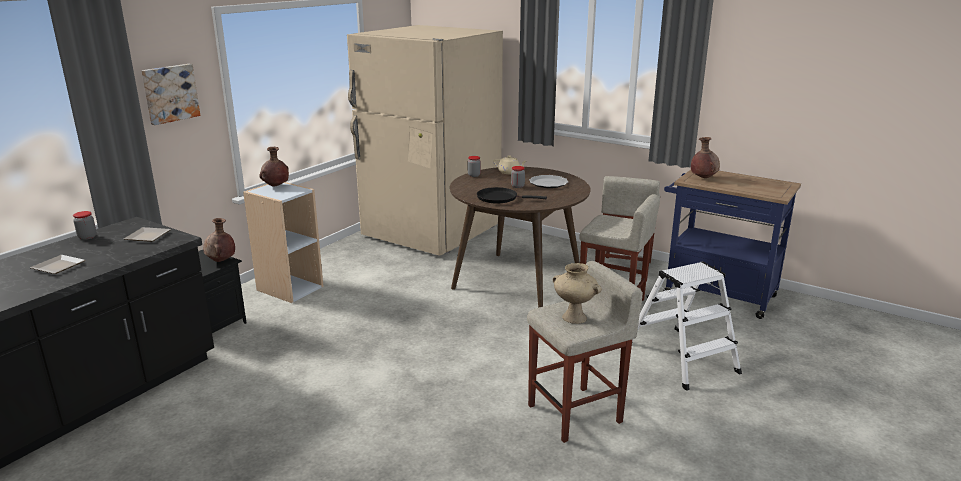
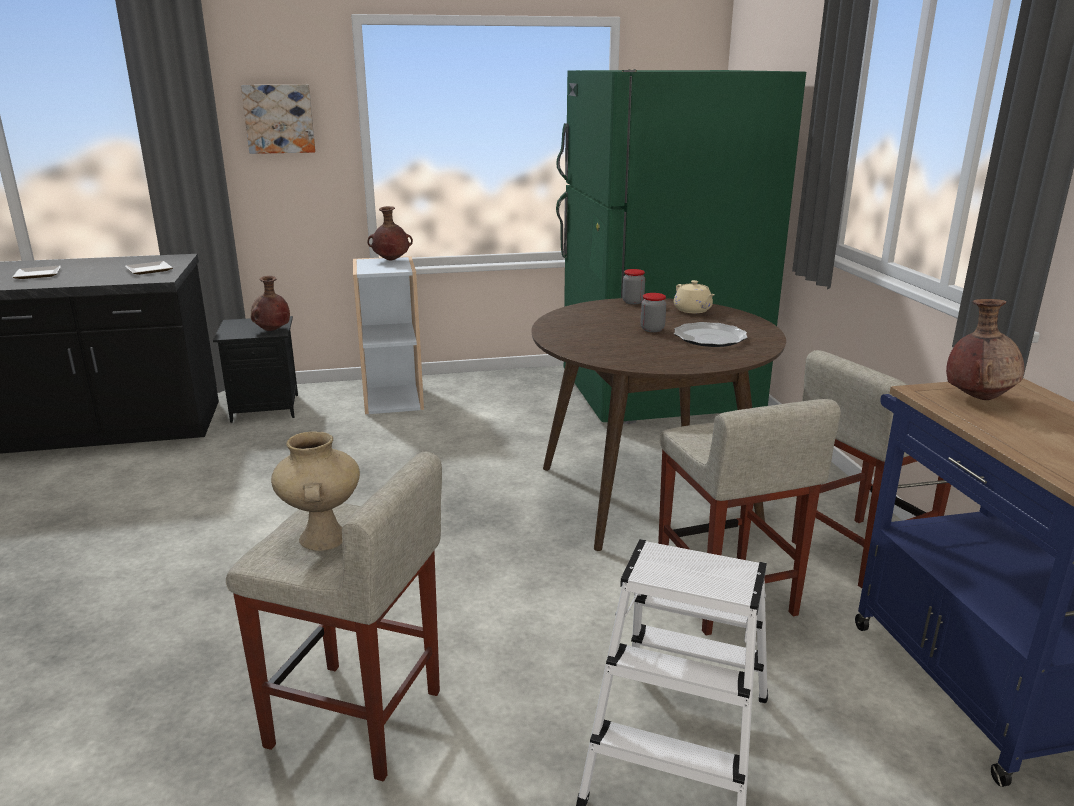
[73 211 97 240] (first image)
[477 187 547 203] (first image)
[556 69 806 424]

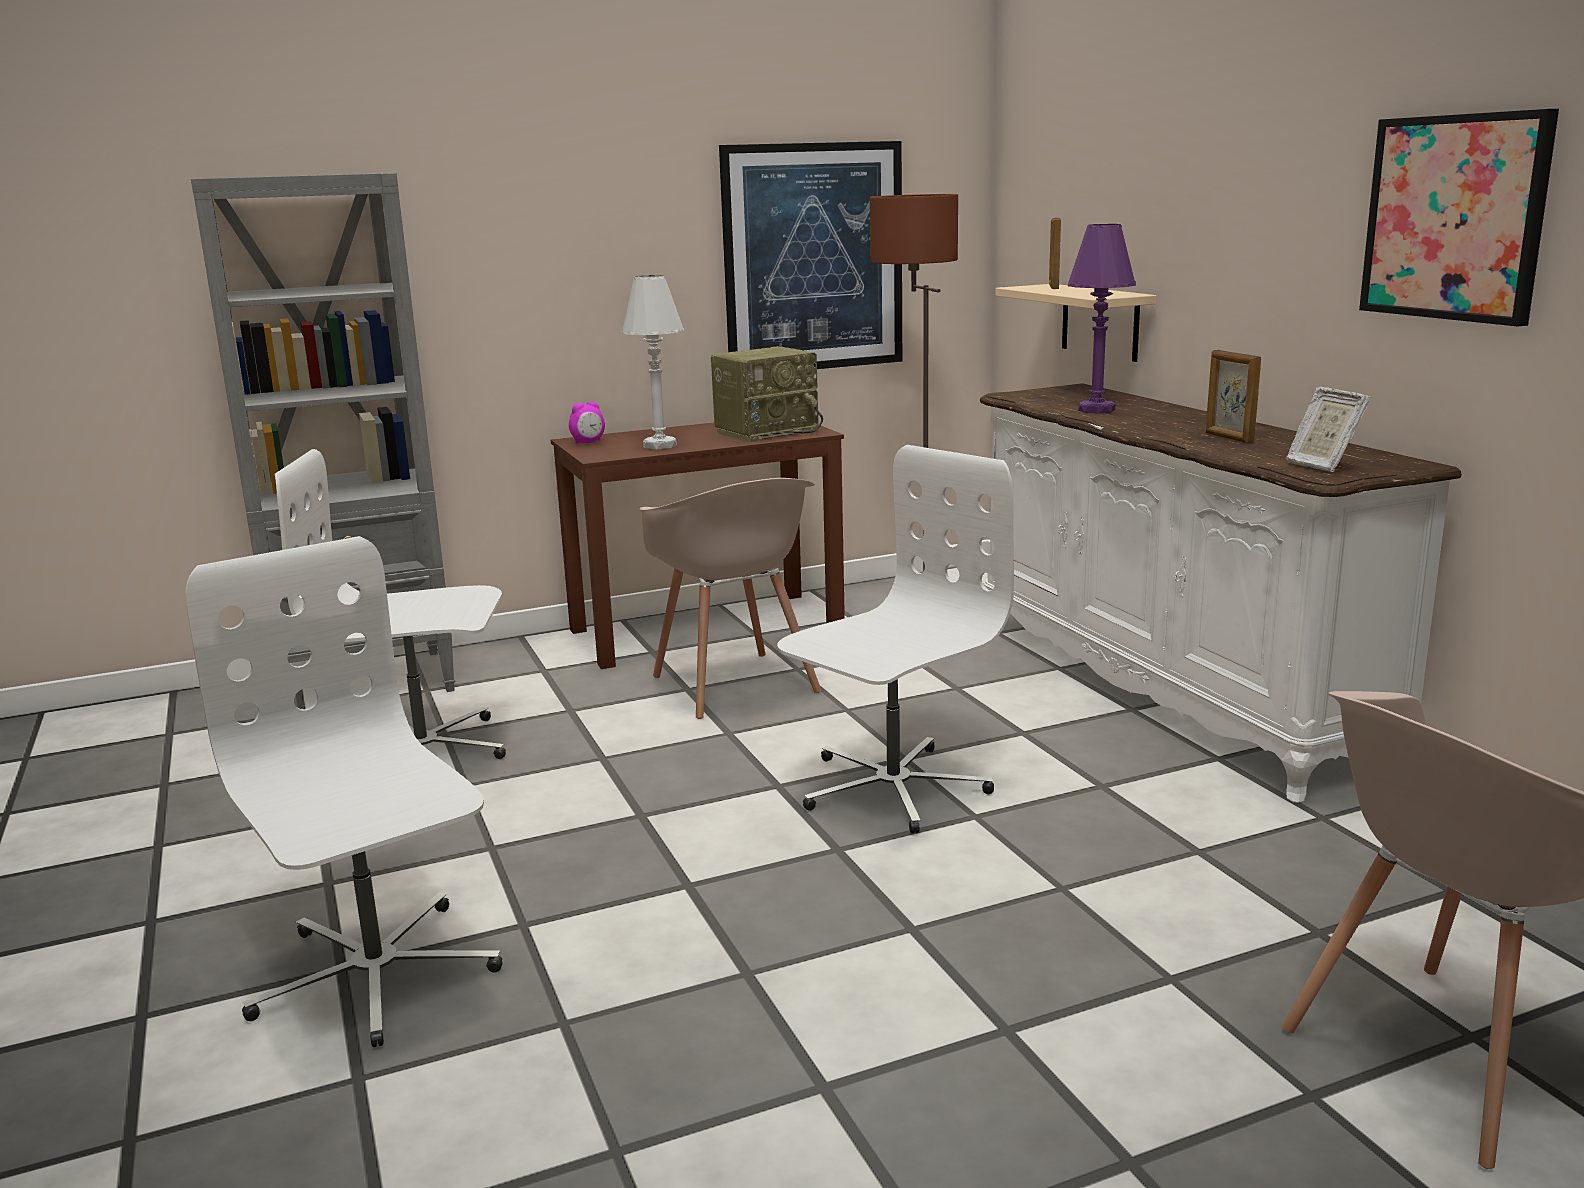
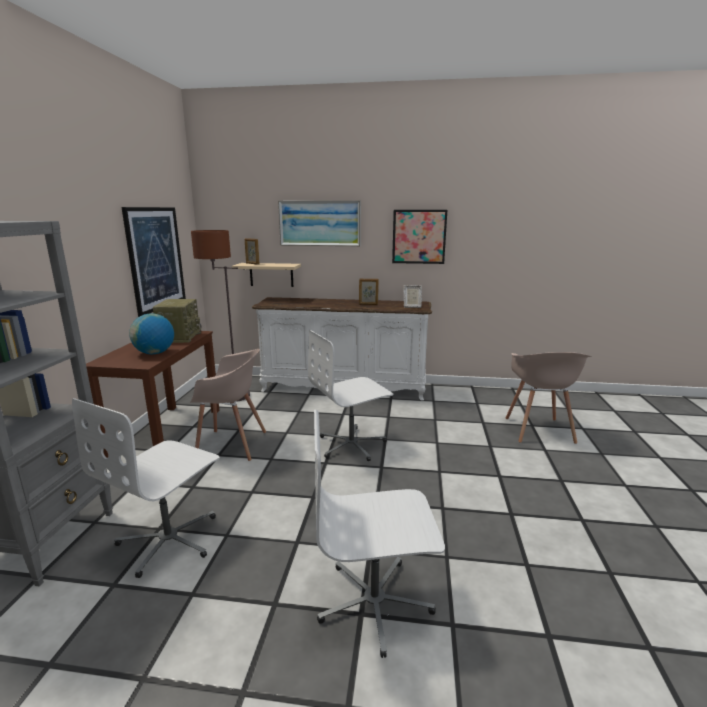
[569 402 605 444] (first image)
[1068 224 1136 414] (first image)
[278 200 361 246]
[129 313 174 354]
[308 330 393 461]

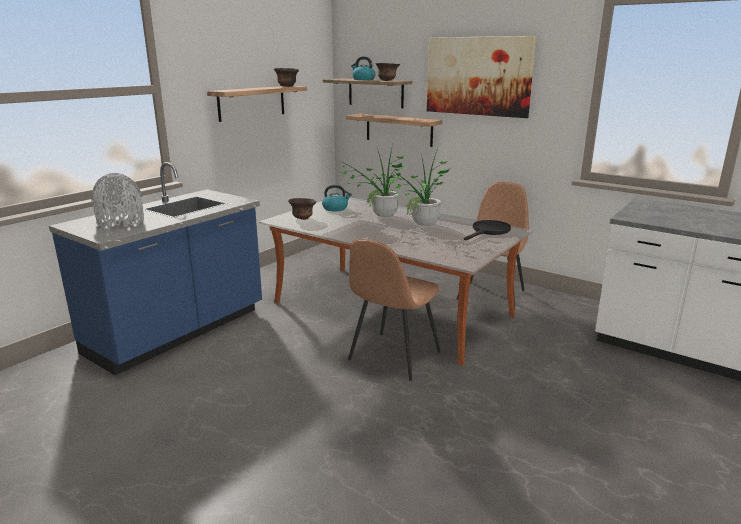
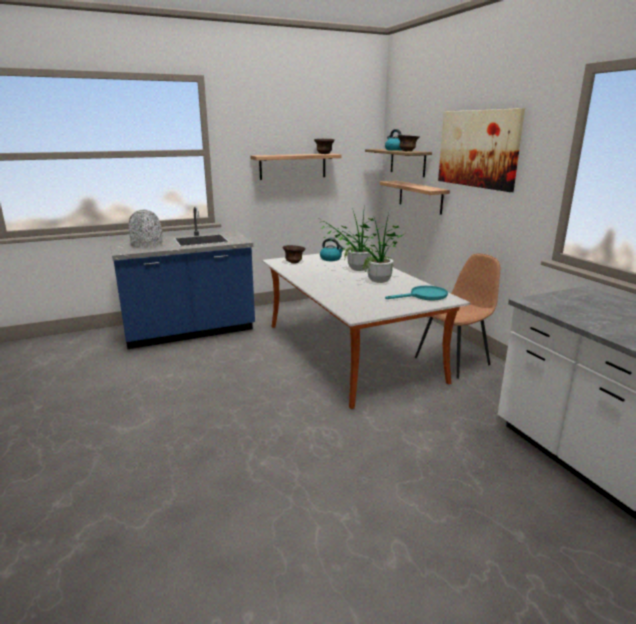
[348 239 441 381] (first image)
[385 286 448 301]

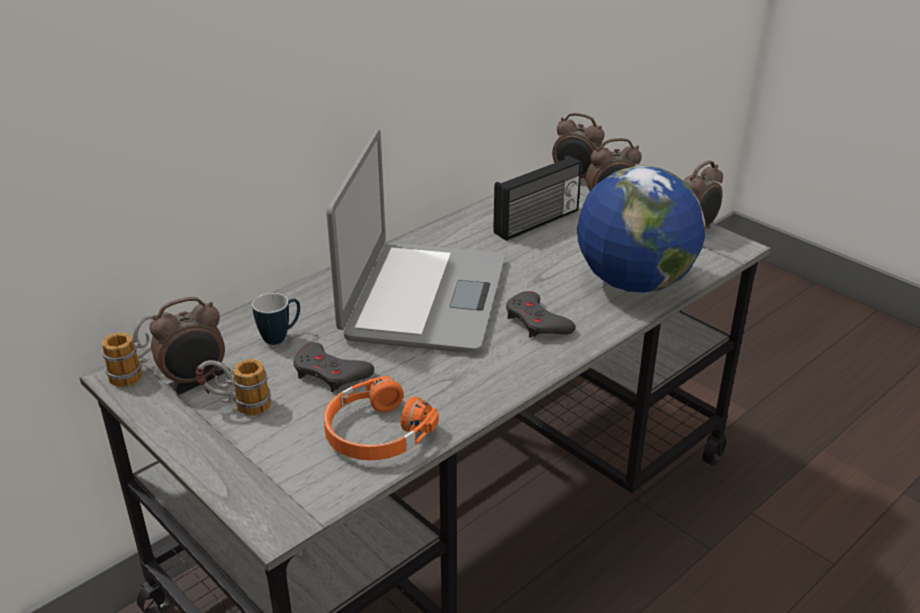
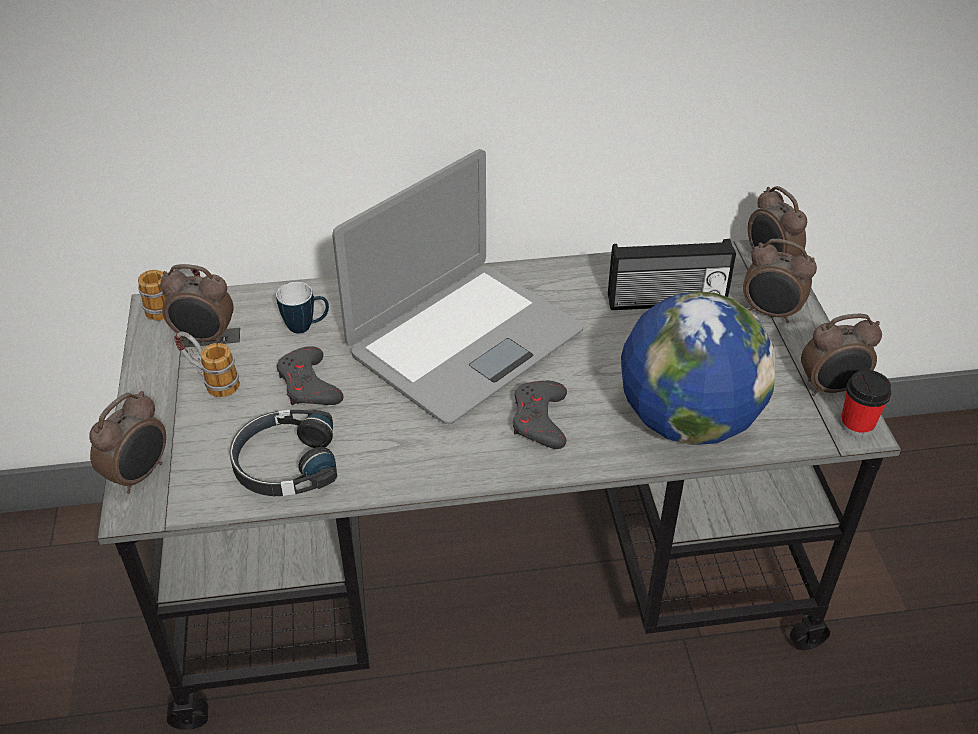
[89 391 166 494]
[841 370 891 437]
[230 409 337 496]

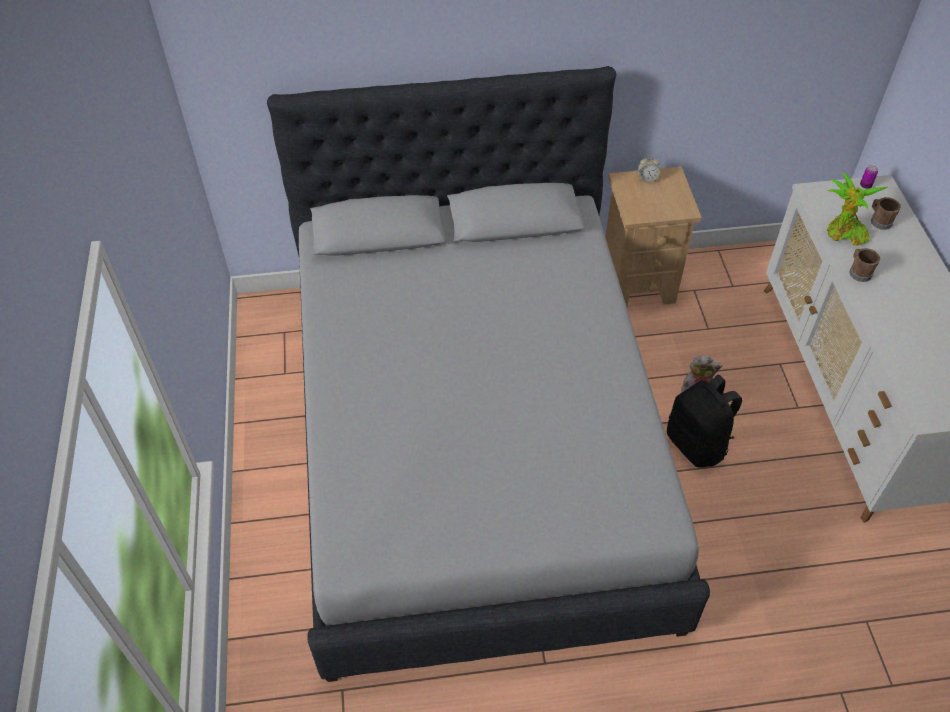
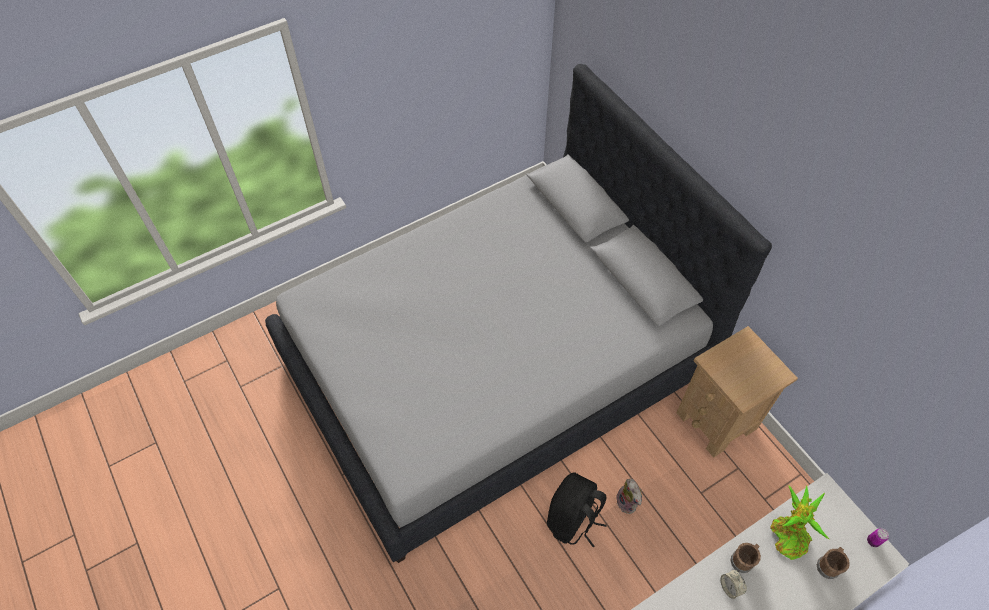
[721 570 747 599]

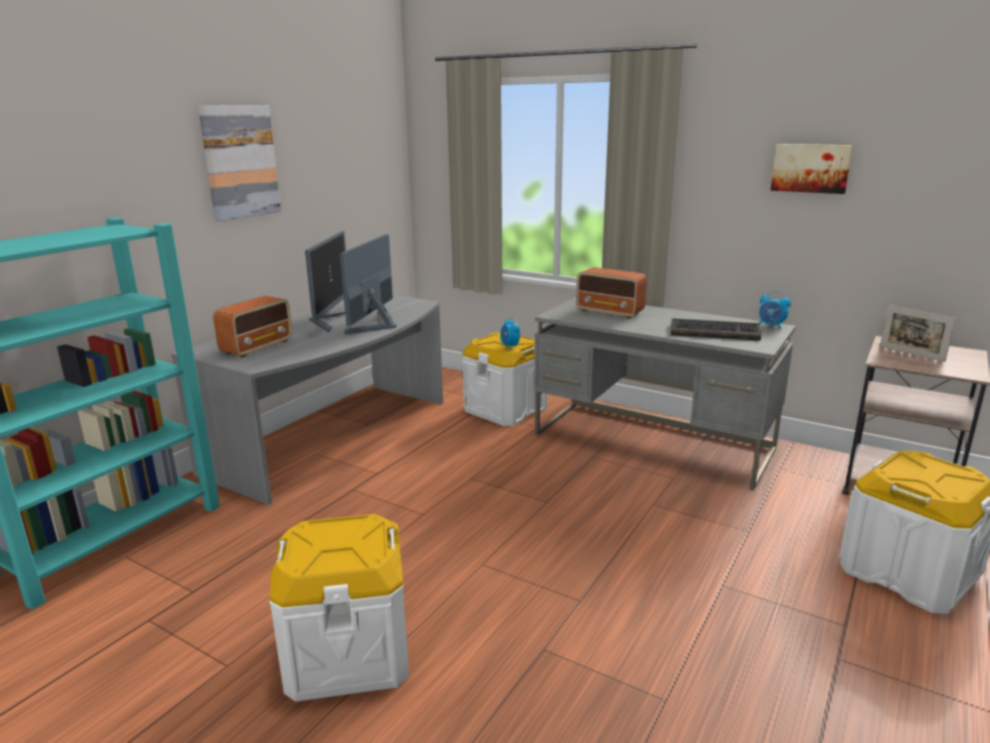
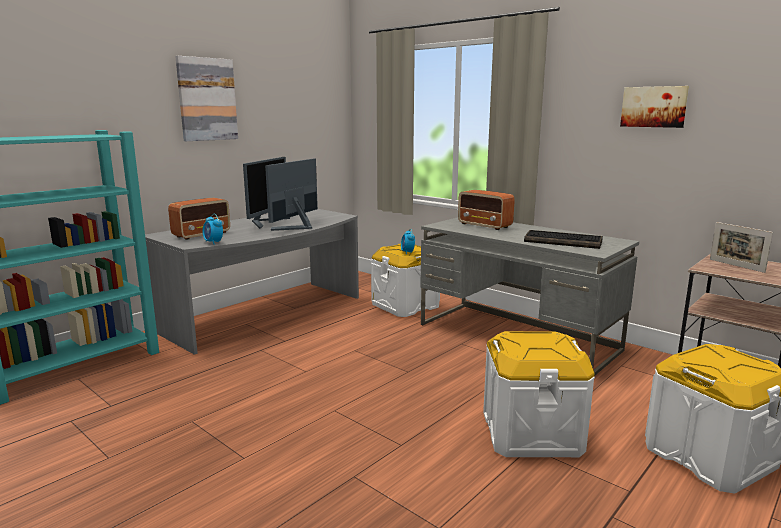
[483 331 595 457]
[203 214 223 245]

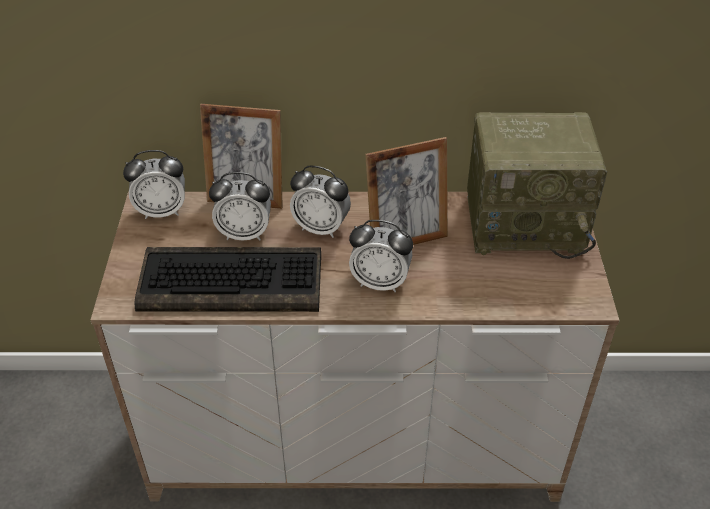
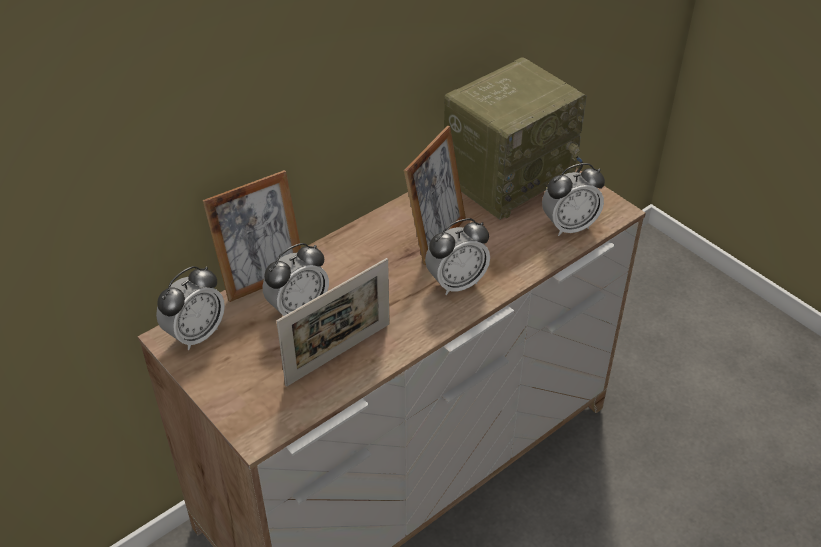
[542 163 605 236]
[277 258 390 387]

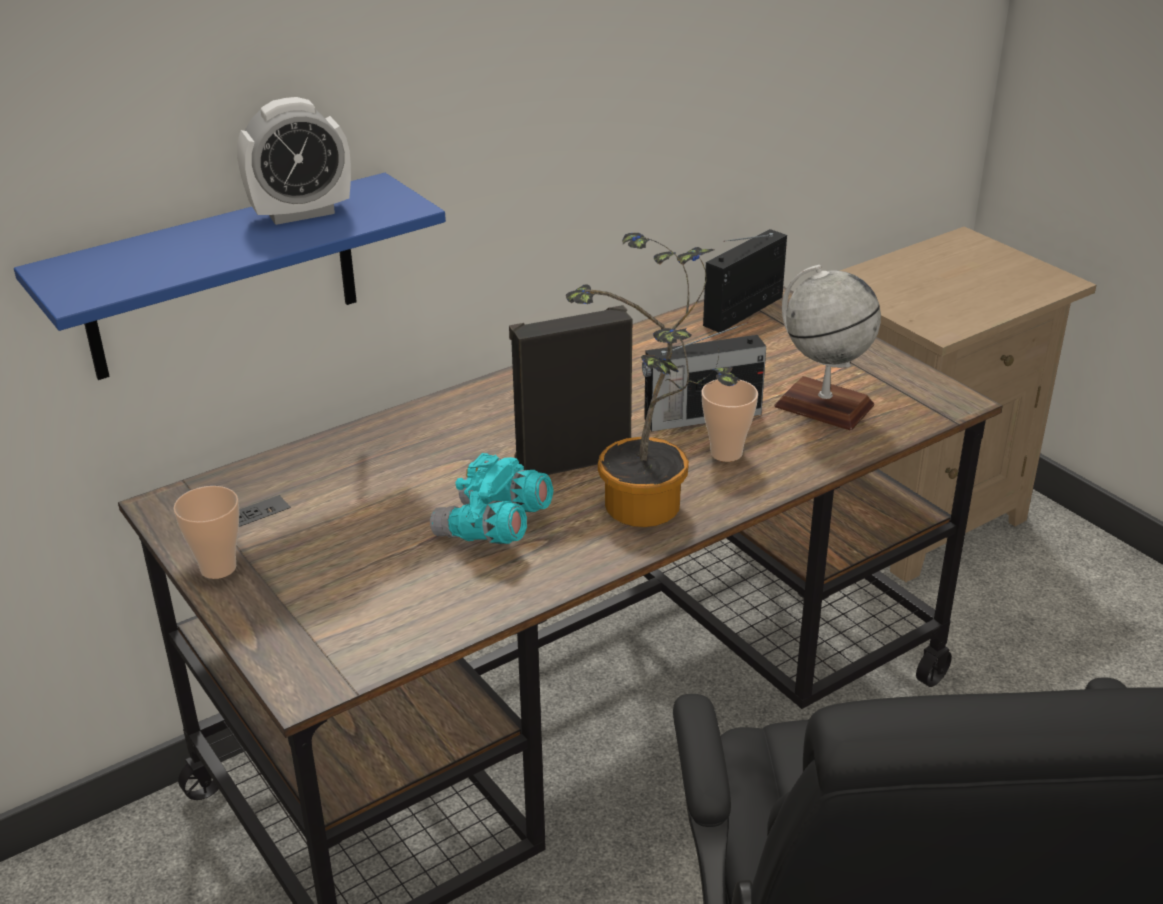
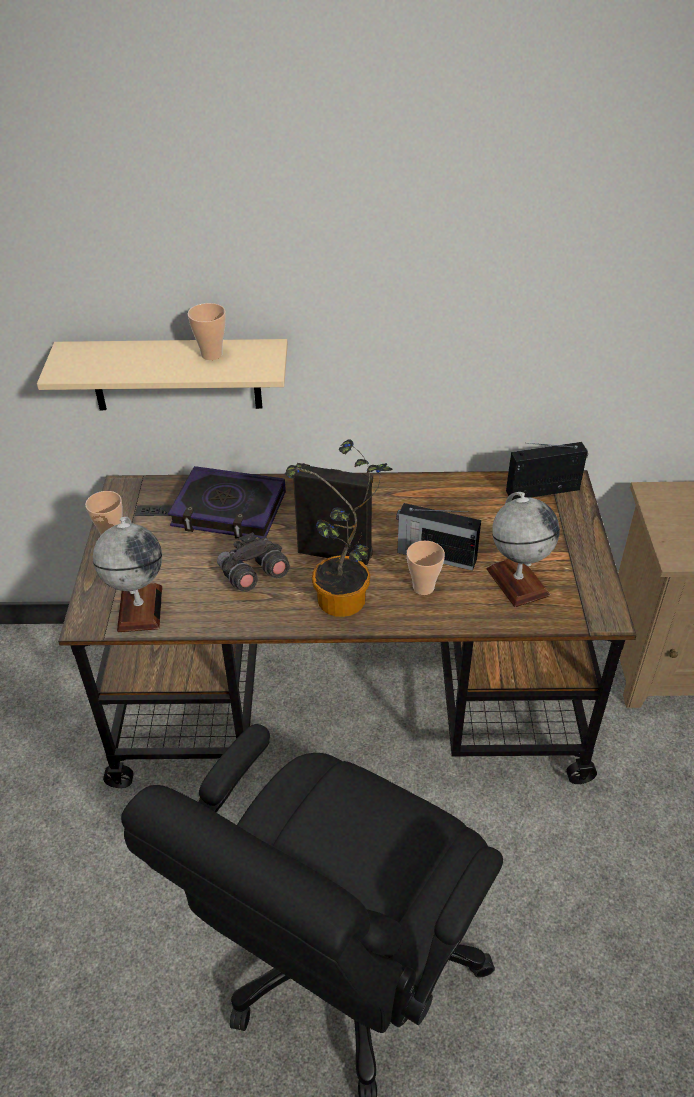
[93 517 162 632]
[168 466 286 539]
[188 303 226 360]
[37 339 288 410]
[217 532 290 592]

